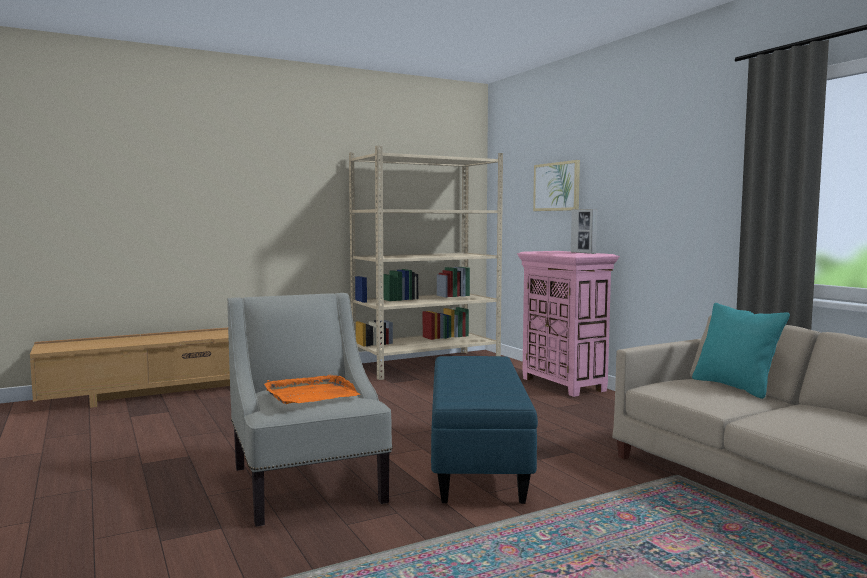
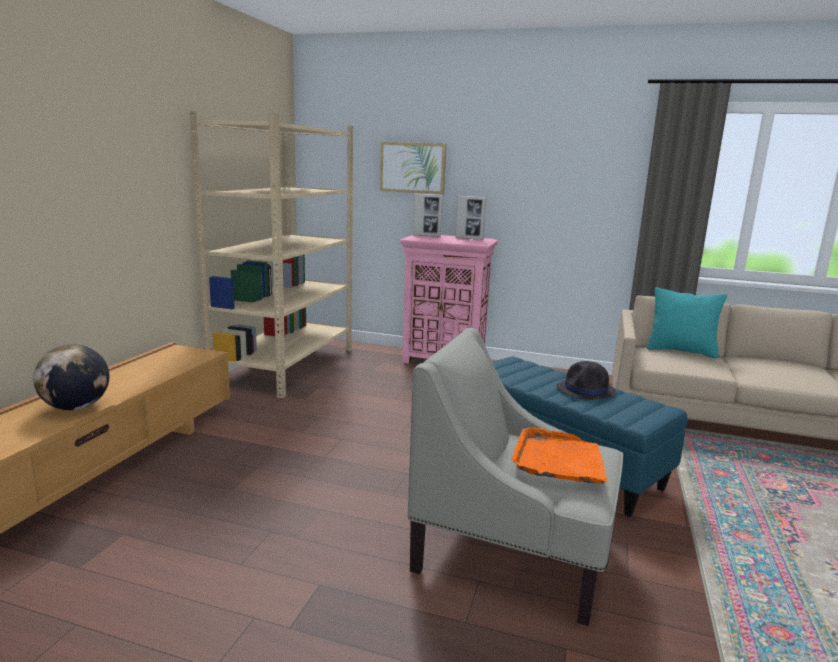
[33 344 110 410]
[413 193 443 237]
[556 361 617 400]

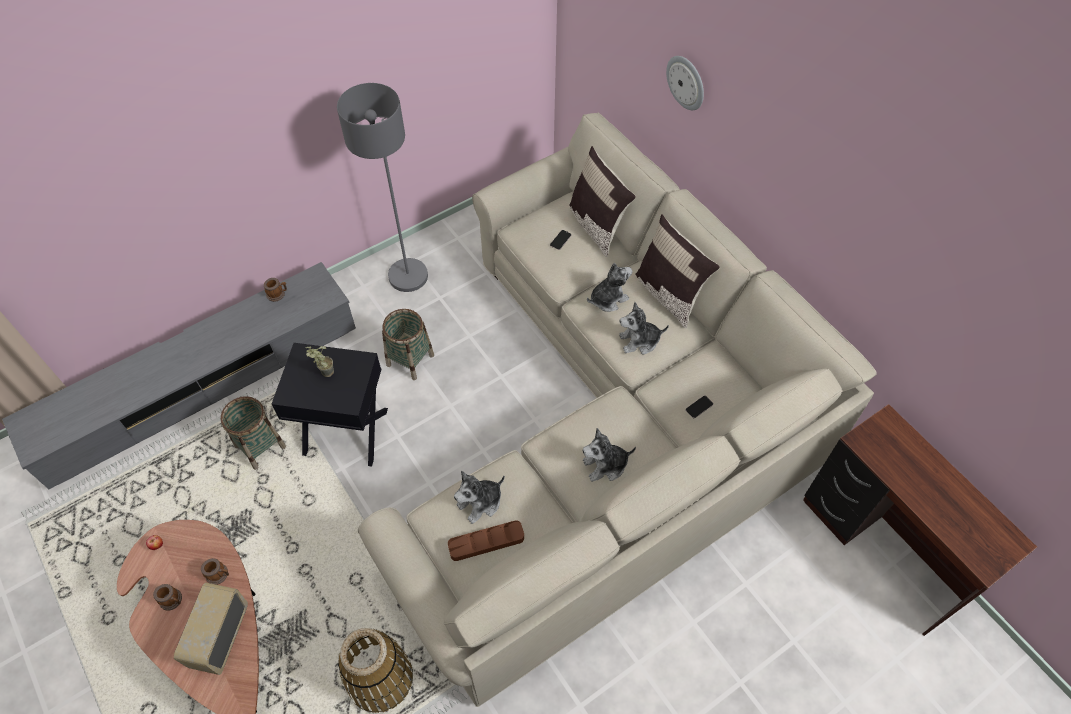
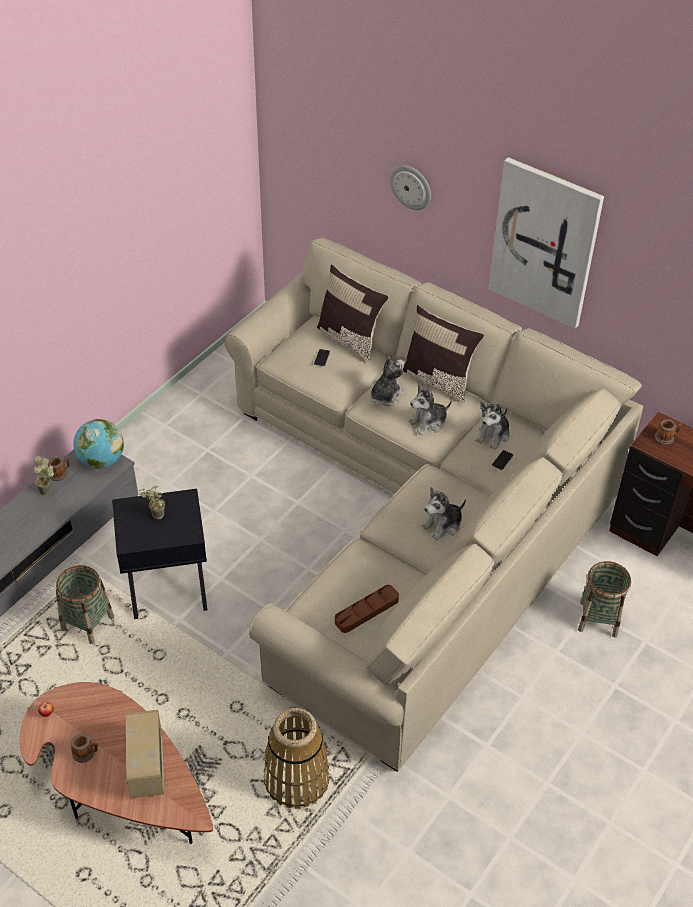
[337 83 428 292] (first image)
[34 455 54 496]
[73 419 124 469]
[489 157 604 329]
[654 419 682 445]
[578 561 631 638]
[476 402 510 450]

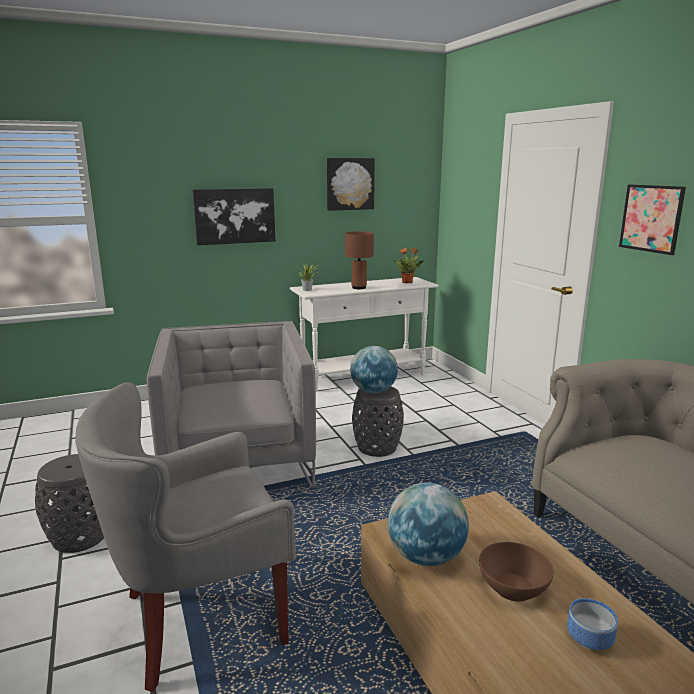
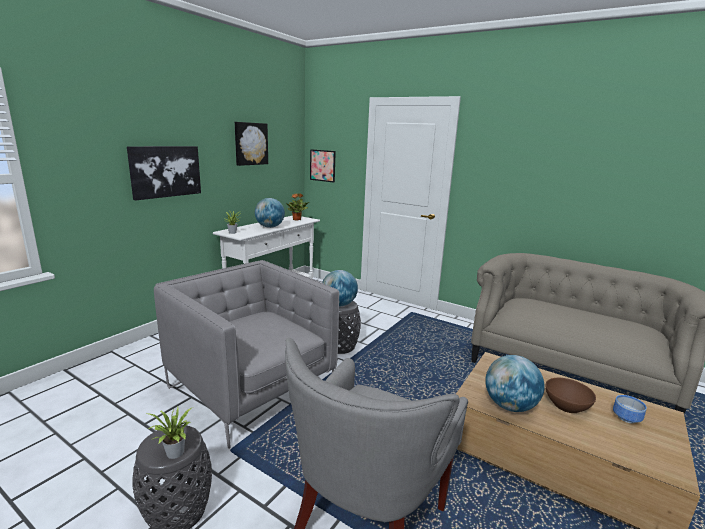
[146 407 193 459]
[310 149 336 182]
[255 198 285 228]

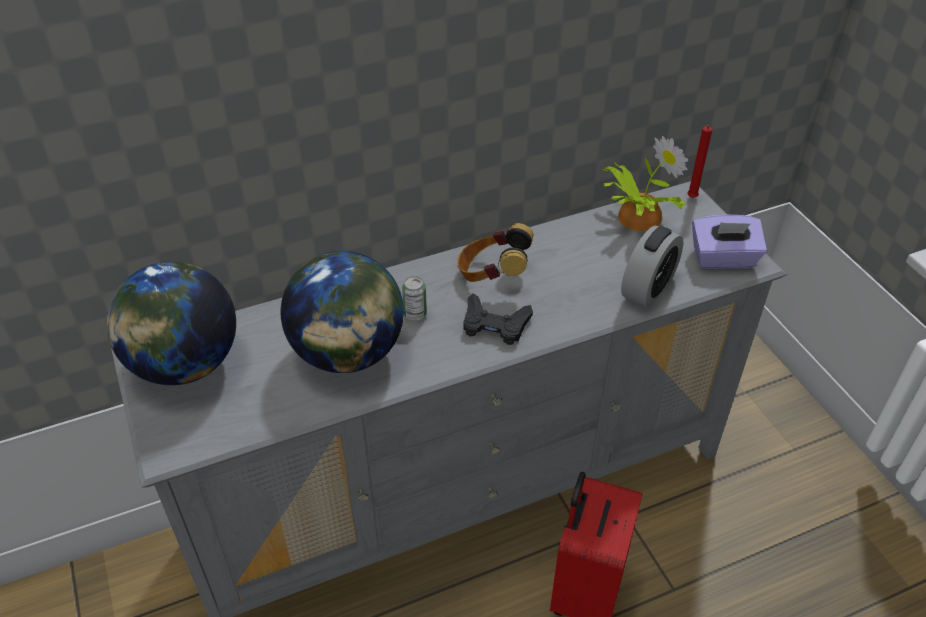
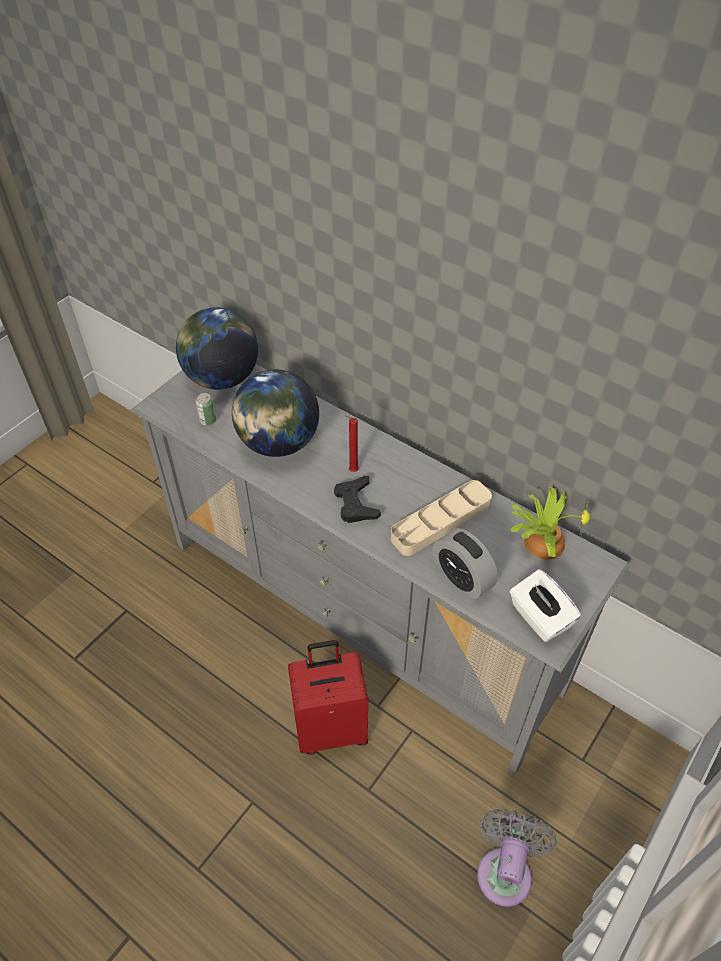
[457 223 533 282] (first image)
[391 480 492 556]
[477 809 557 907]
[196 393 216 426]
[344 415 359 472]
[510 569 581 642]
[432 528 498 600]

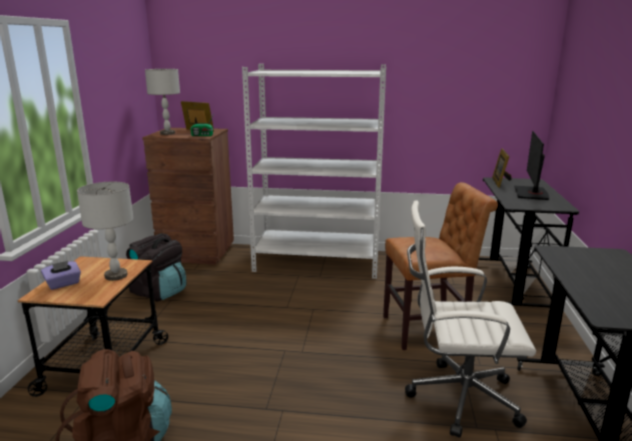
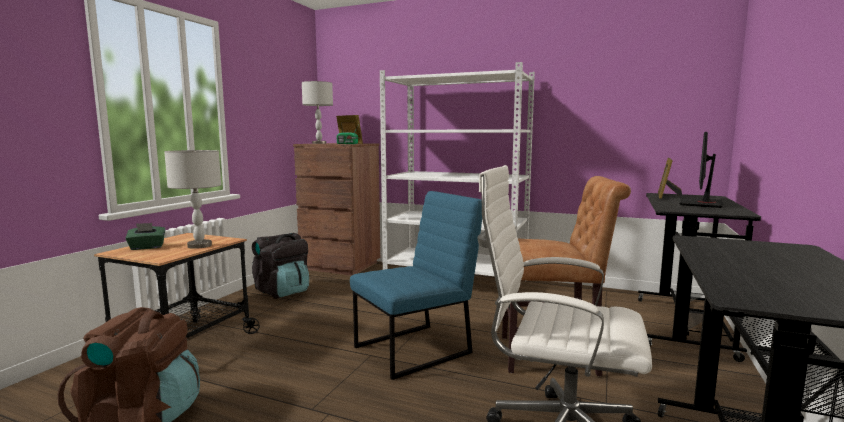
[350 191 482 380]
[125 223 166 250]

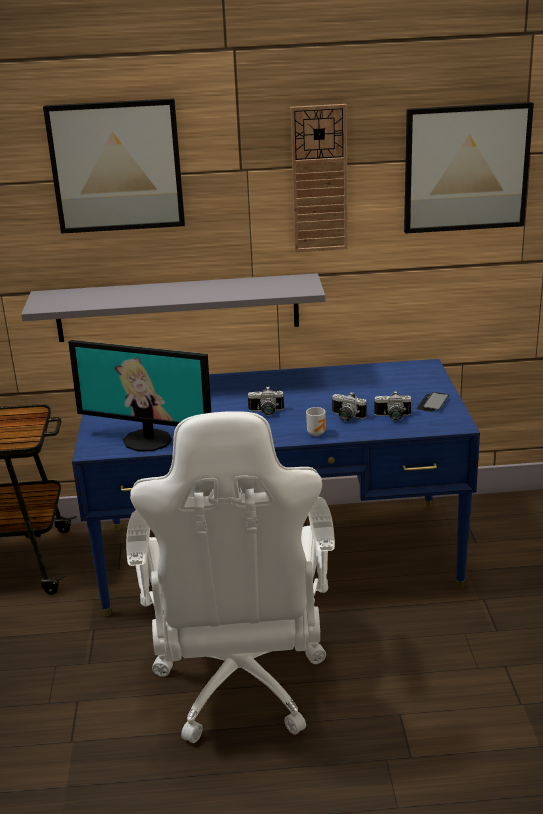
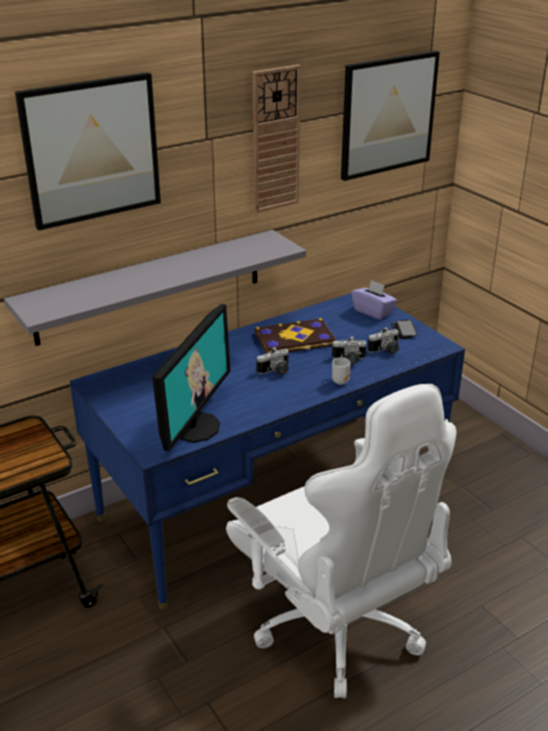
[255 318 336 354]
[351 280 397 320]
[152 304 231 451]

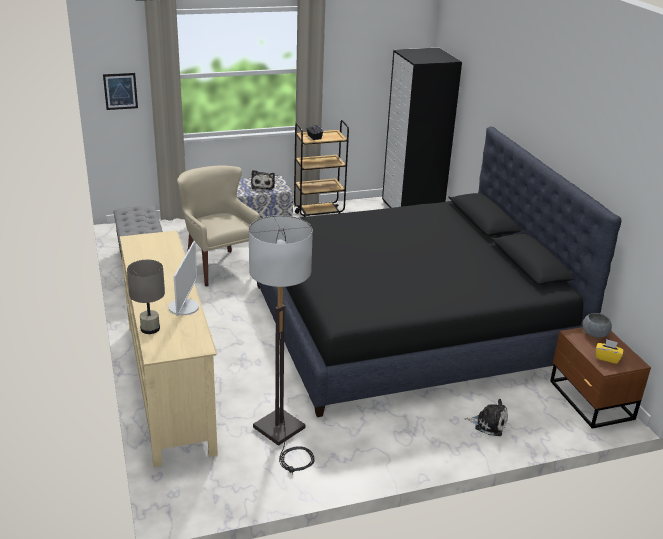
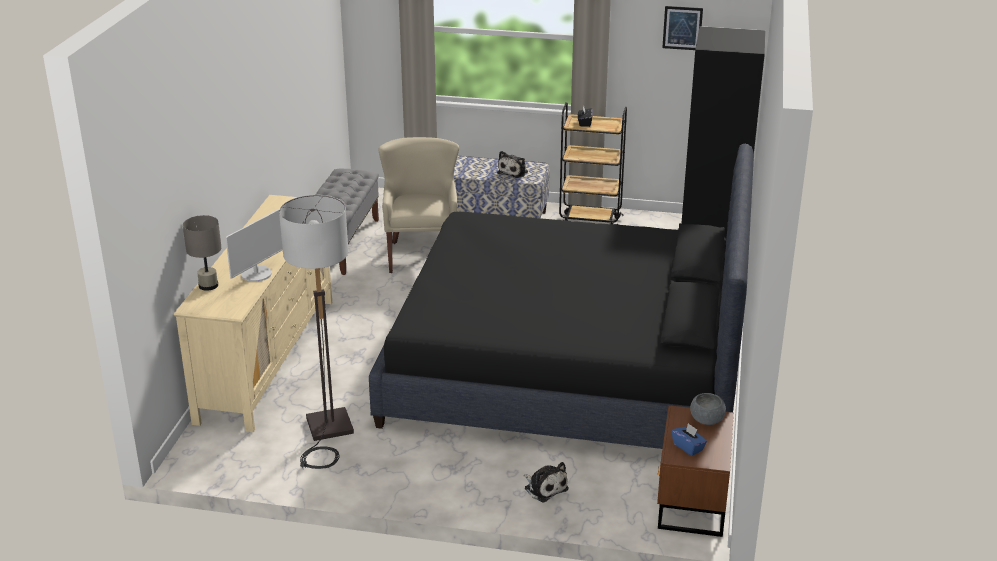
[662 6 703 50]
[671 423 707 456]

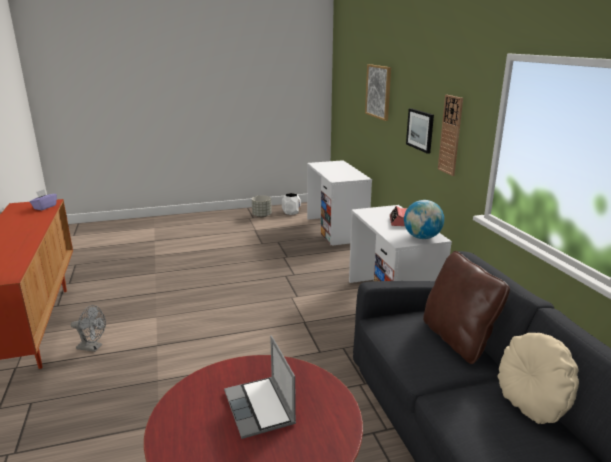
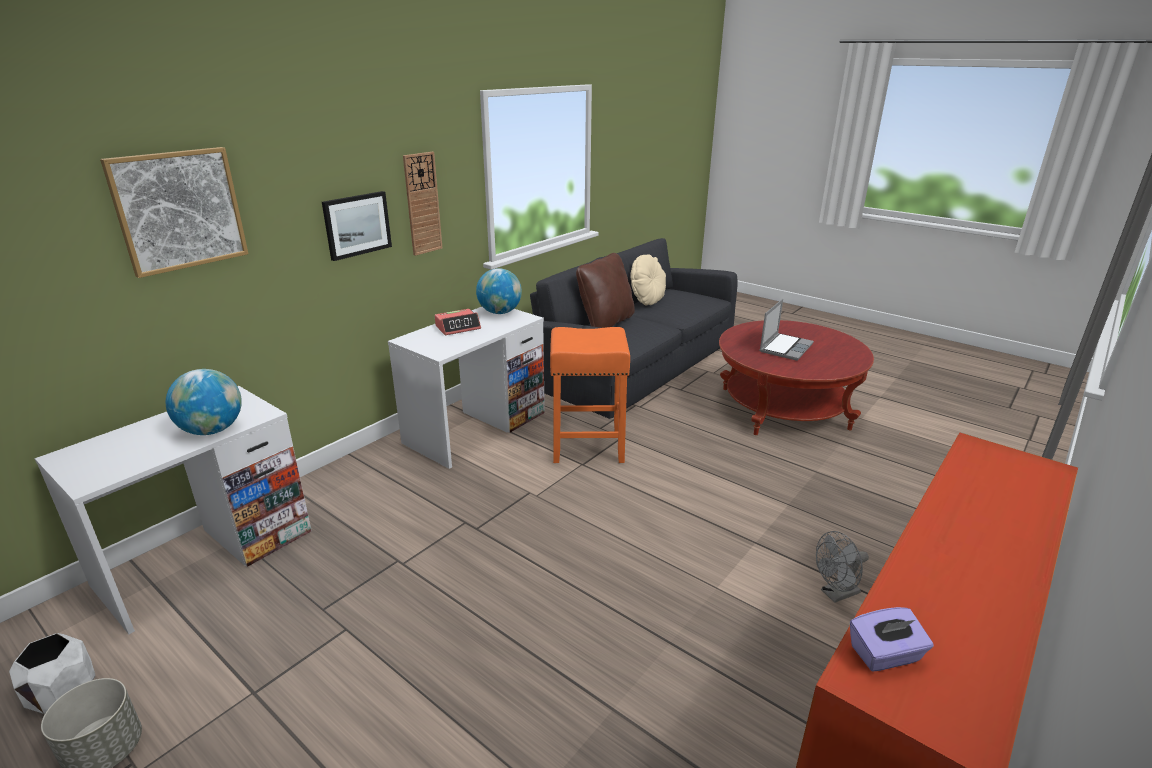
[166 369 242 435]
[550 327 630 463]
[816 531 869 603]

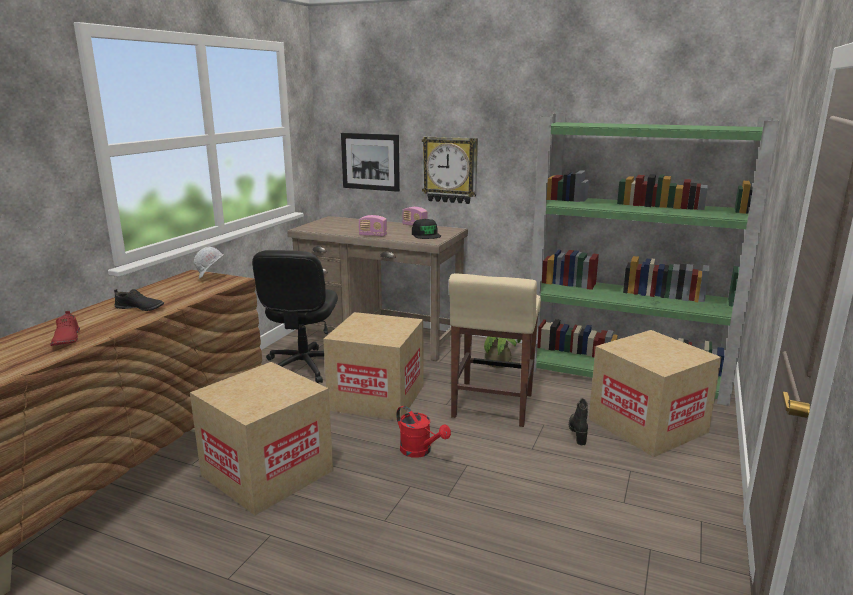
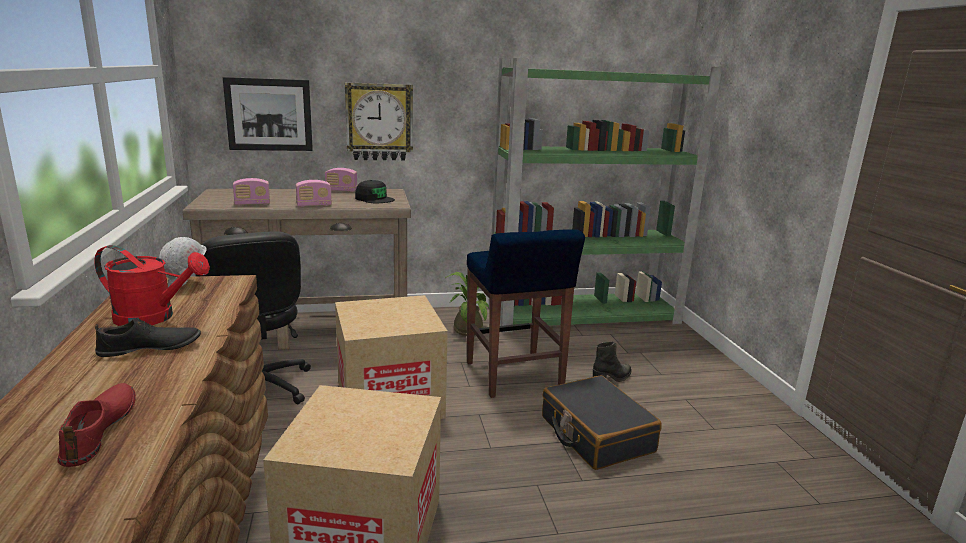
[589 330 721 457] (first image)
[233 178 270 205]
[542 375 662 470]
[95 245 210 326]
[467 229 585 398]
[57 383 136 467]
[593 342 632 382]

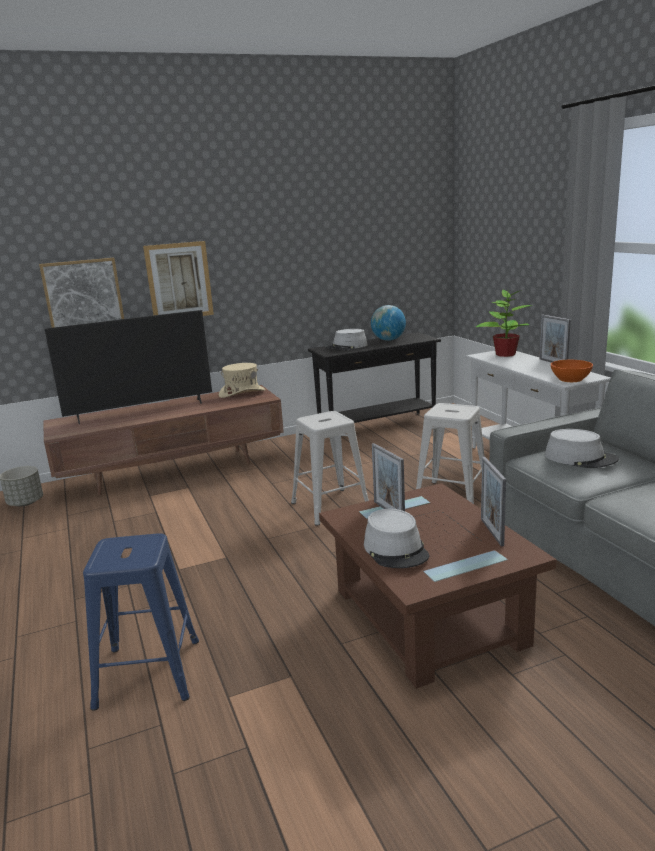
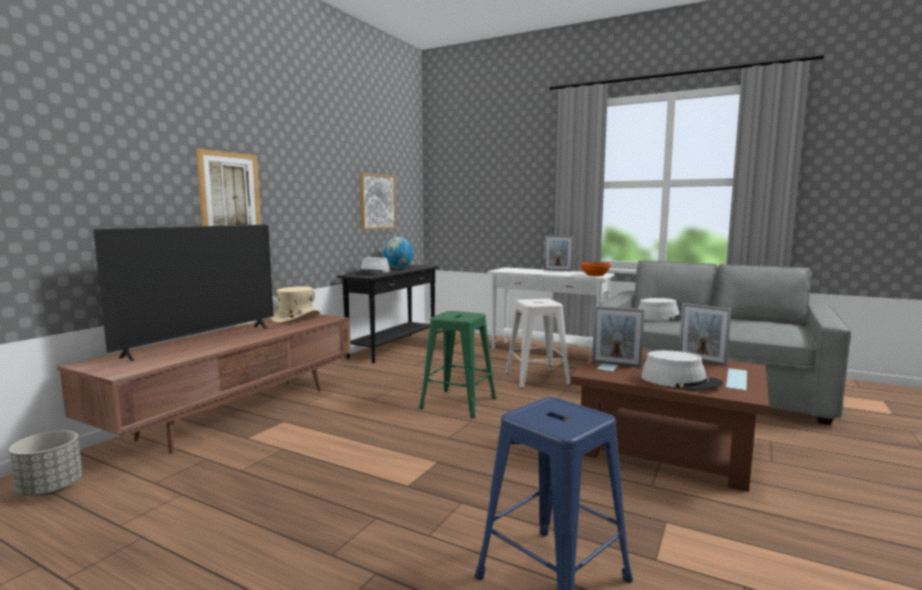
[476 290 533 357] (first image)
[359 173 397 230]
[419 311 496 418]

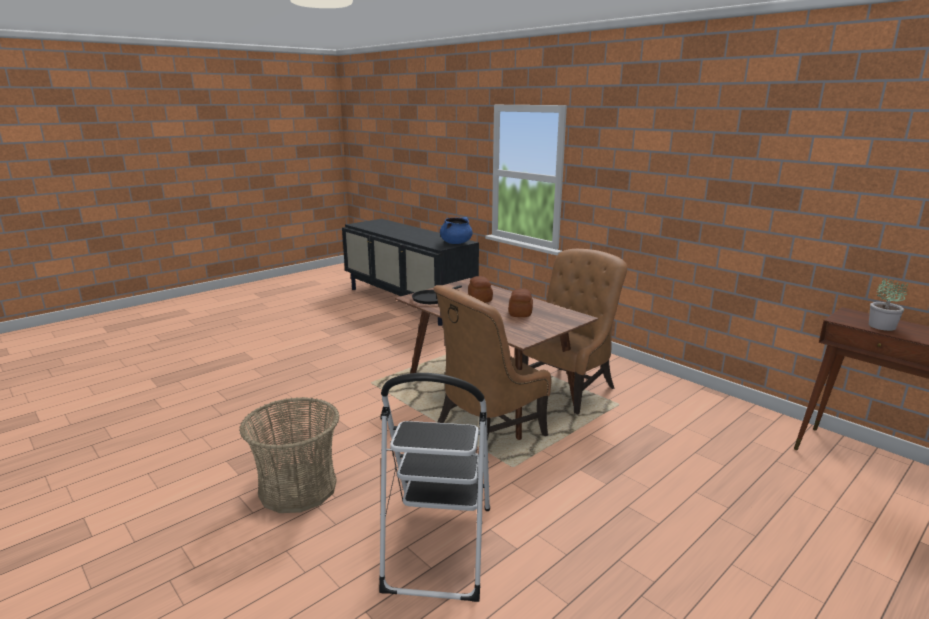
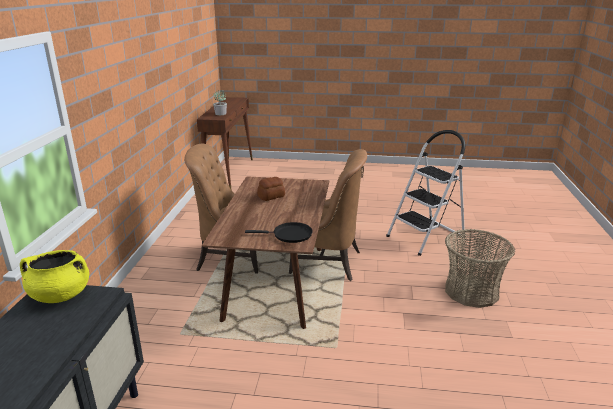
[468 276 493 303] (first image)
[20 250 89 303]

